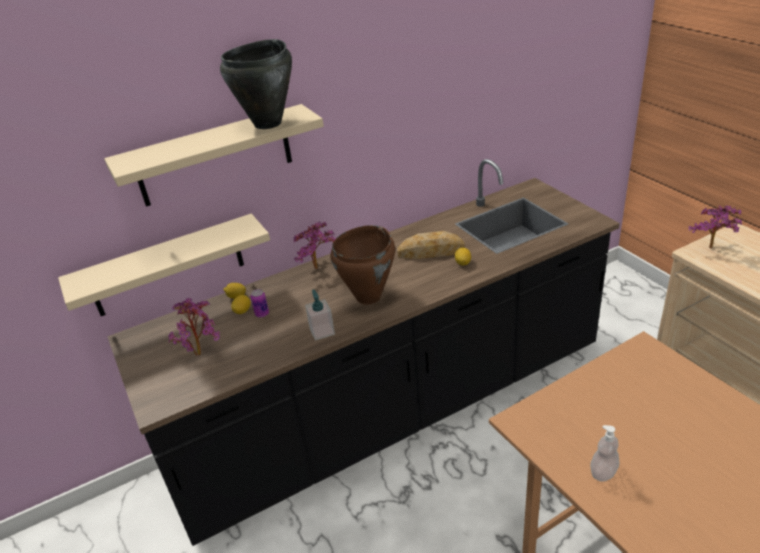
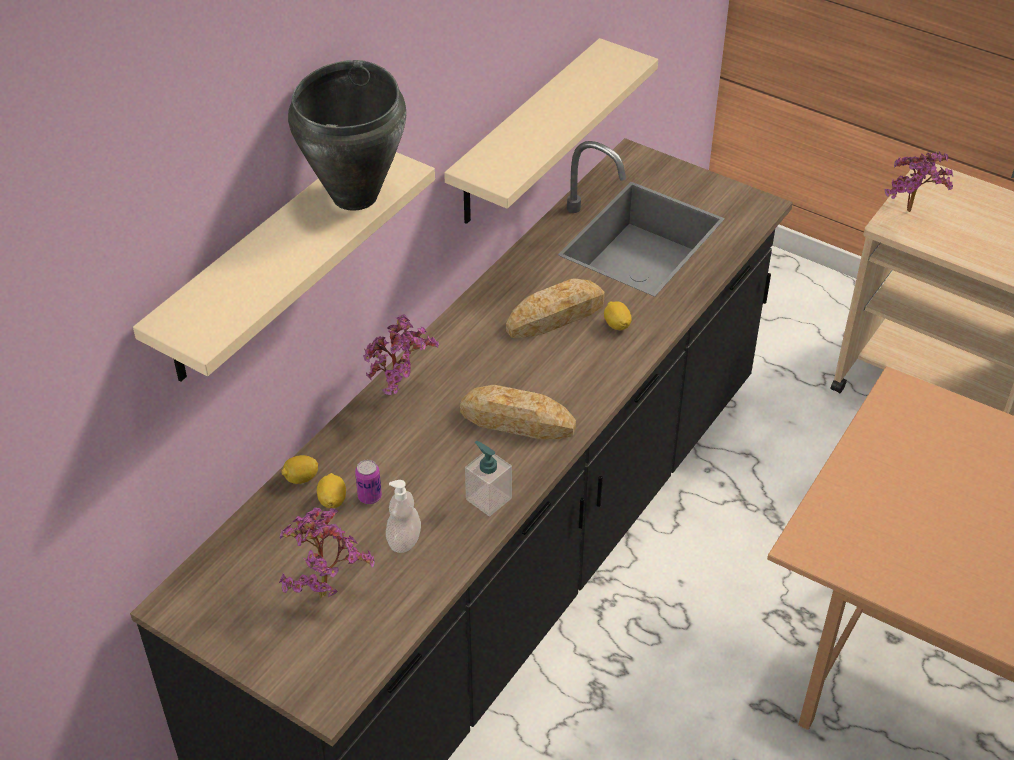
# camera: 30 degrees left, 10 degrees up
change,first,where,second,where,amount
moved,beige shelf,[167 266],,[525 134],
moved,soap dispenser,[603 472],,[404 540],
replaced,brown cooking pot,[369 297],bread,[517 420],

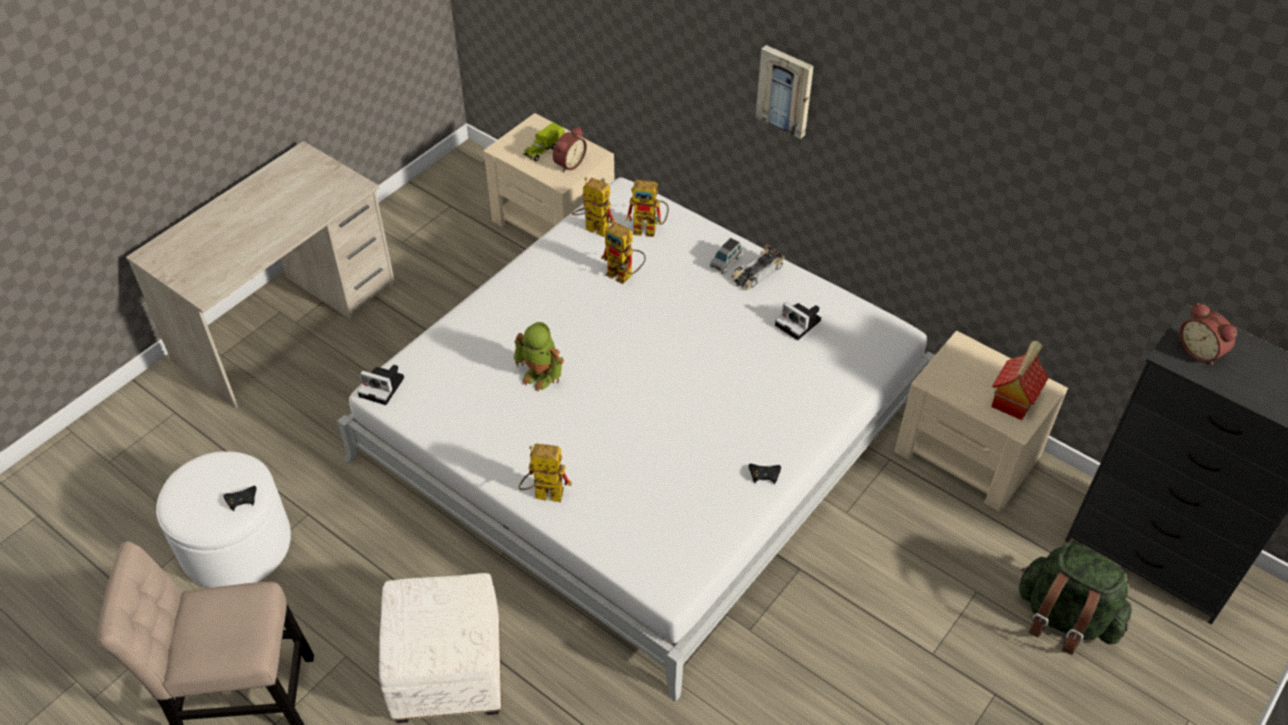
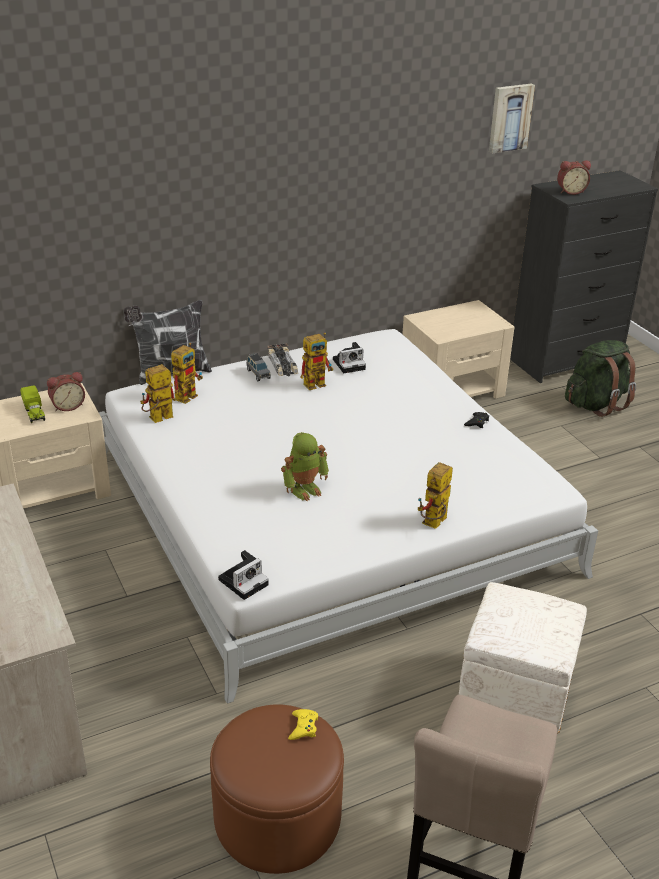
# camera: 65 degrees left, 15 degrees down
change,first,where,second,where,amount
removed,toy house,[1013 400],,,
added,,,pillow,[171 373],
moved,toy robot,[625 276],,[318 382],
moved,picture,[785 90],,[509 117],
recoloured,white ottoman,[236 544],brown ottoman,[277 818],
recoloured,black game controller,[241 500],yellow game controller,[303 727],
turned,alarm clock,[568 163],,[67 406],90 degrees clockwise

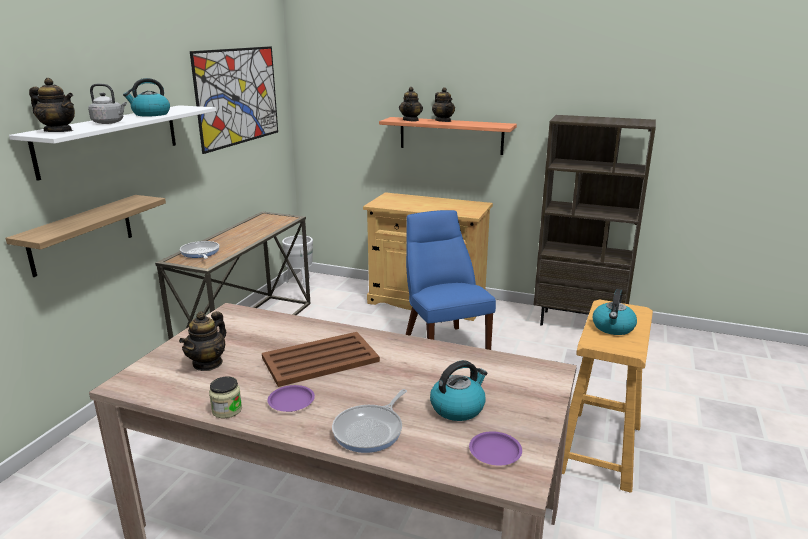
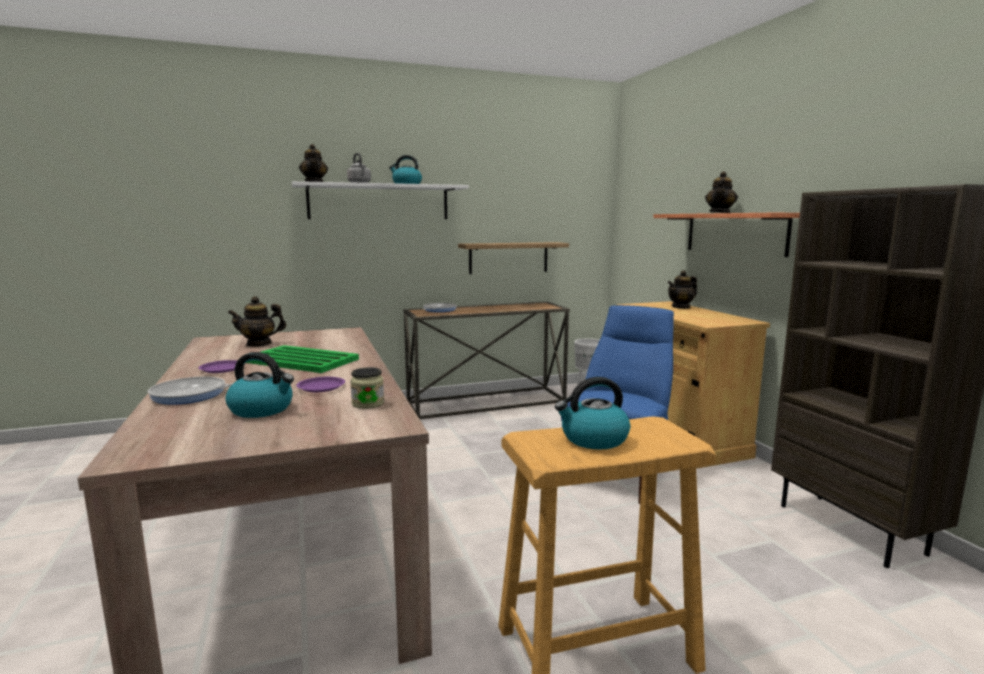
# camera: 50 degrees right, 10 degrees down
change,first,where,second,where,amount
removed,picture,[238 96],,,
moved,shelf,[81 234],,[508 257],
moved,jar,[227 410],,[368 403],
moved,teapot,[411 120],,[681 307],
moved,purple plate,[495 452],,[321 387],
recoloured,brown tray,[319 359],green tray,[300 360],

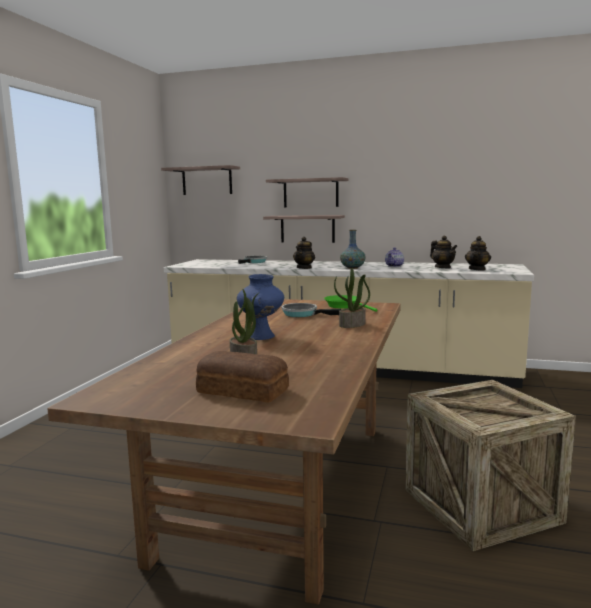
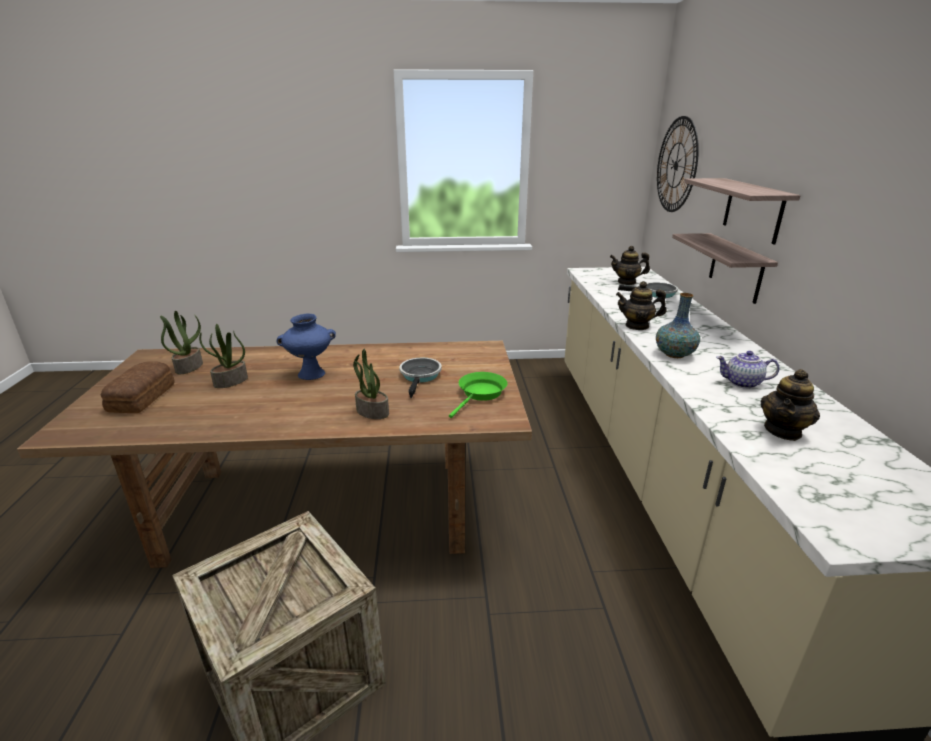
# camera: 70 degrees right, 15 degrees up
change,first,where,second,where,amount
added,,,potted plant,[189 367],
moved,teapot,[477 269],,[627 282],
replaced,shelf,[207 181],wall clock,[676 165],

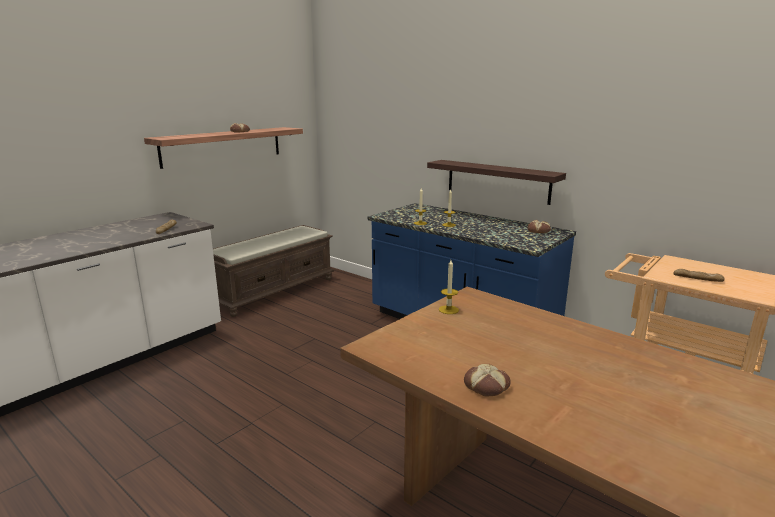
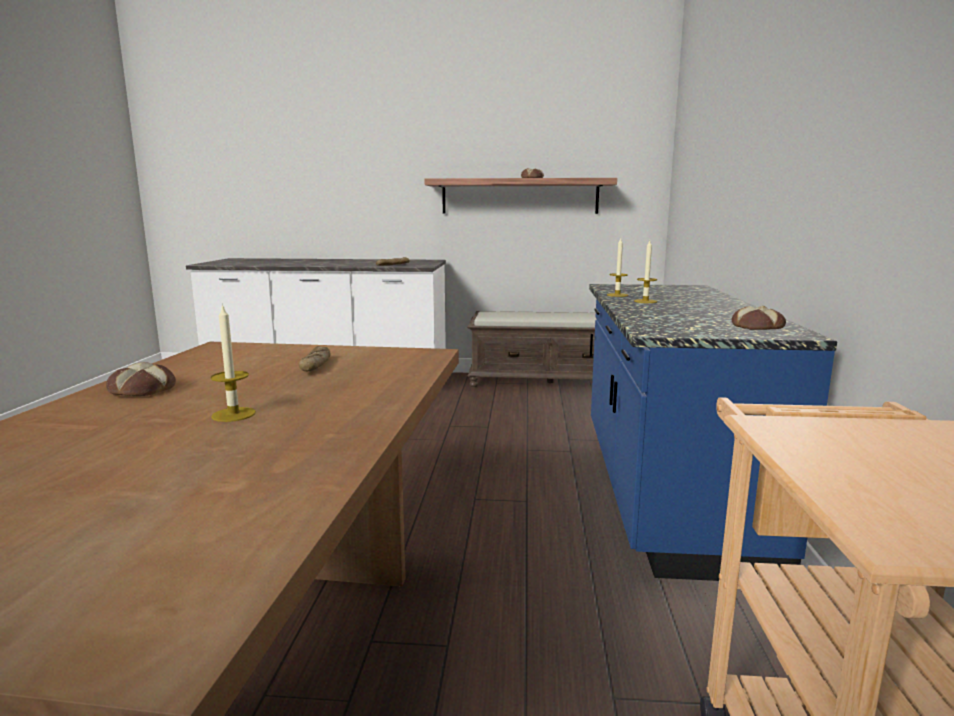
# camera: 55 degrees right, 5 degrees down
change,first,where,second,where,amount
removed,shelf,[497 181],,,
moved,candle,[448 310],,[233 414],
moved,bread,[697 279],,[315 365],

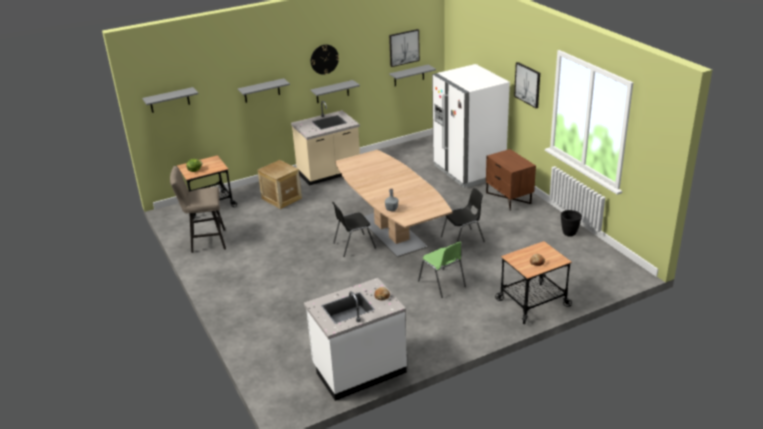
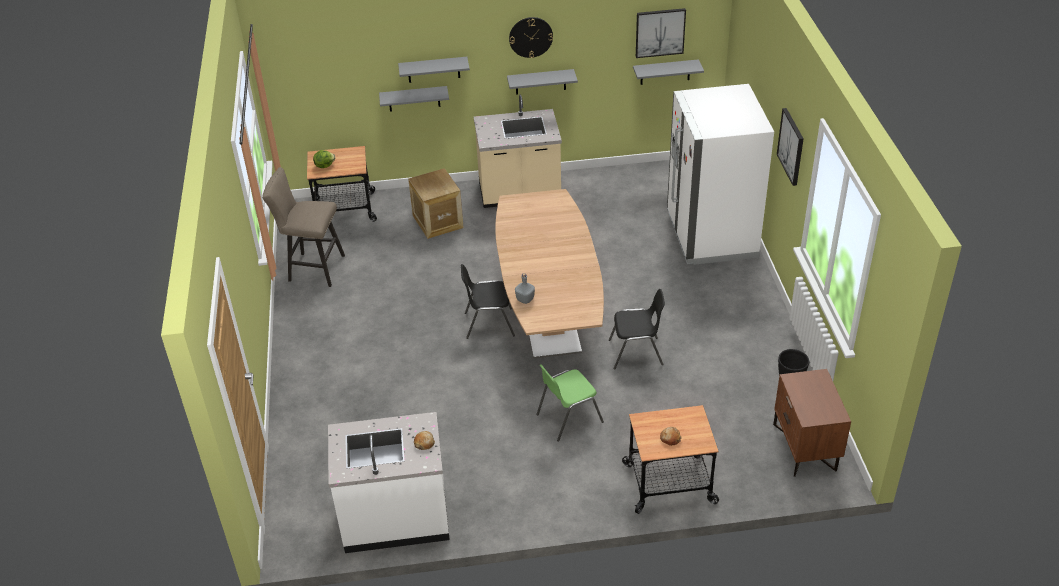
# camera: 20 degrees right, 10 degrees up
change,first,where,second,where,amount
moved,grey shelf,[169 100],,[414 98],
moved,brown nightstand,[509 198],,[805 447],
turned,green chair,[442 284],,[568 418],75 degrees clockwise

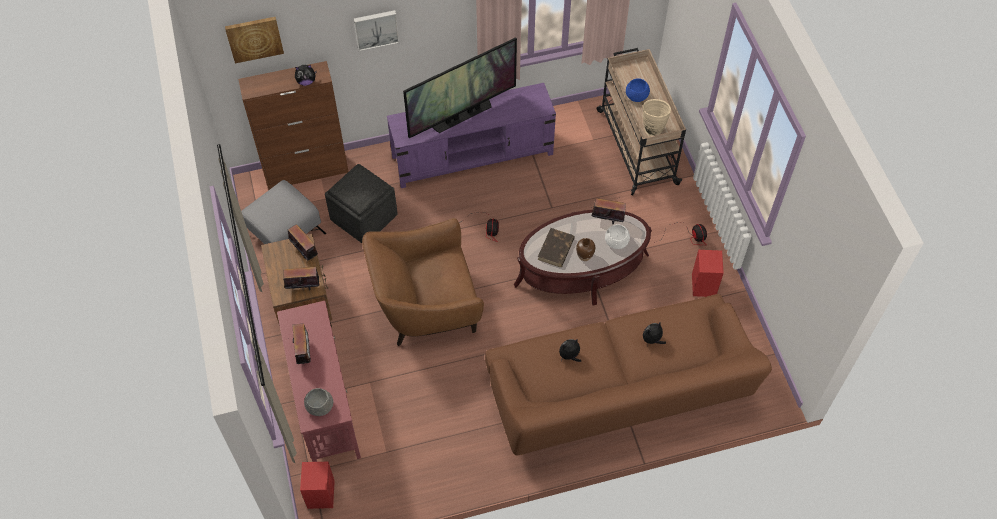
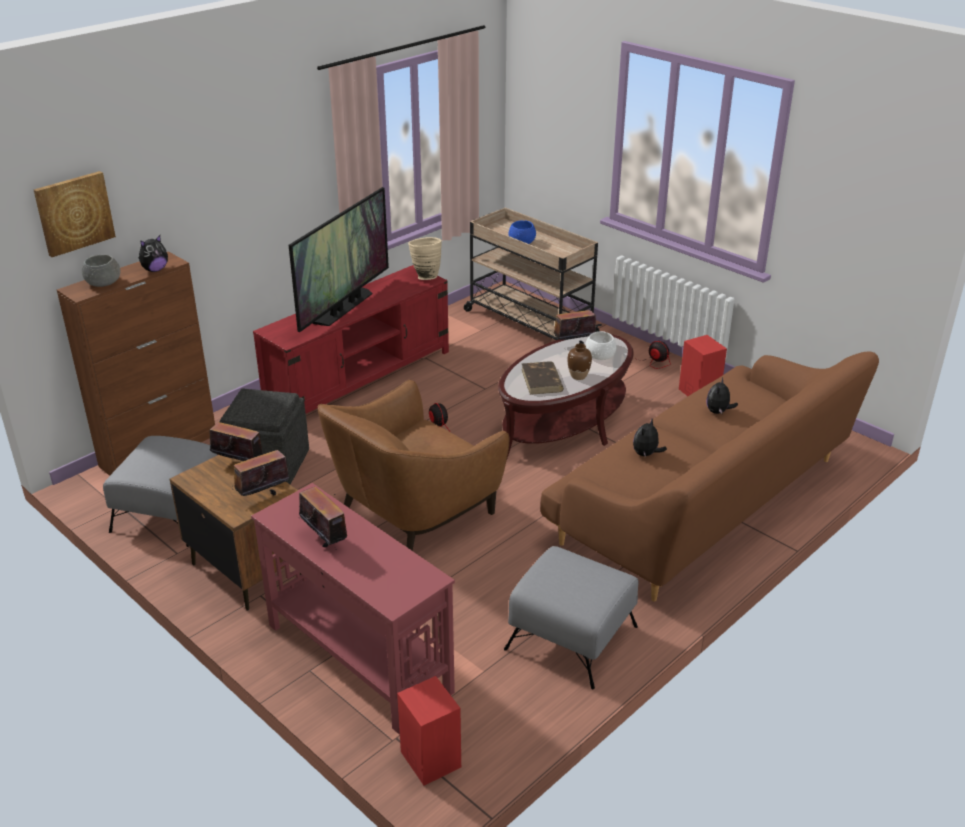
# camera: 30 degrees left, 25 degrees down
change,first,where,second,where,amount
removed,picture,[376 29],,,
added,,,grey ottoman,[571 637],
moved,grey bowl,[320 406],,[103 282],
moved,beige vase,[652 128],,[425 276],
recoloured,purple tv stand,[473 155],red tv stand,[360 378],

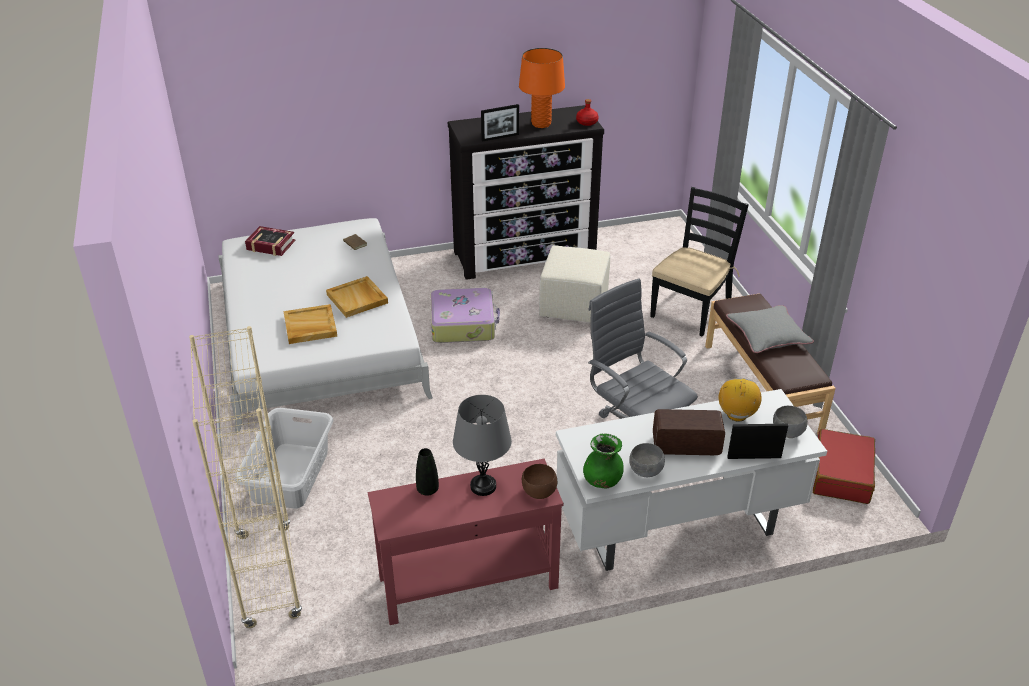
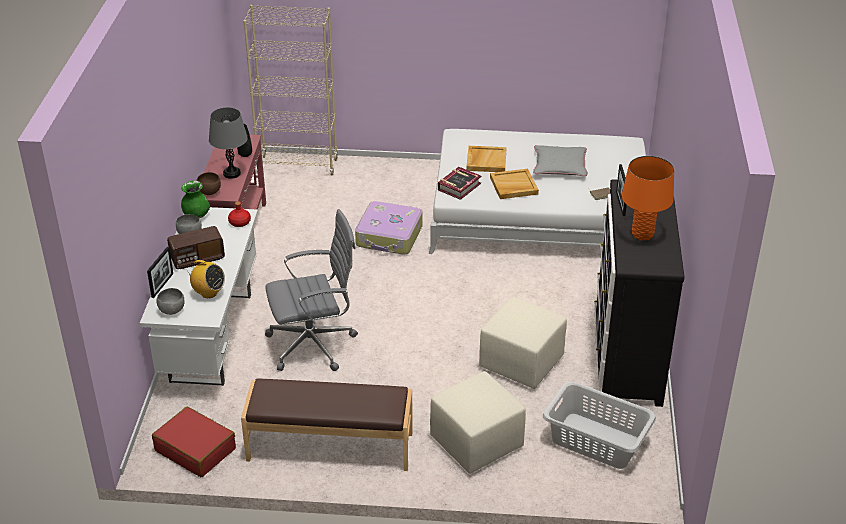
# camera: 110 degrees right, 0 degrees up
change,first,where,second,where,amount
moved,grey laundry basket,[291 475],,[596 441],
moved,book,[270 245],,[459 186],
moved,suitcase,[463 324],,[389 236],
moved,red bottle,[587 122],,[240 222],
moved,grey pillow,[767 335],,[560 166],
replaced,black chair,[691 310],beige ottoman,[476 444],
turned,radio,[686 446],,[197 259],45 degrees clockwise

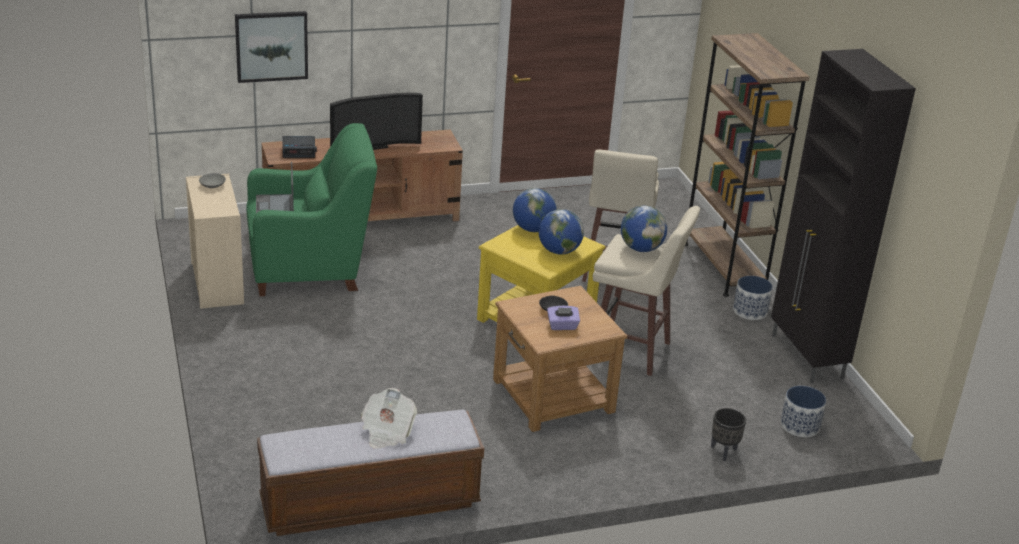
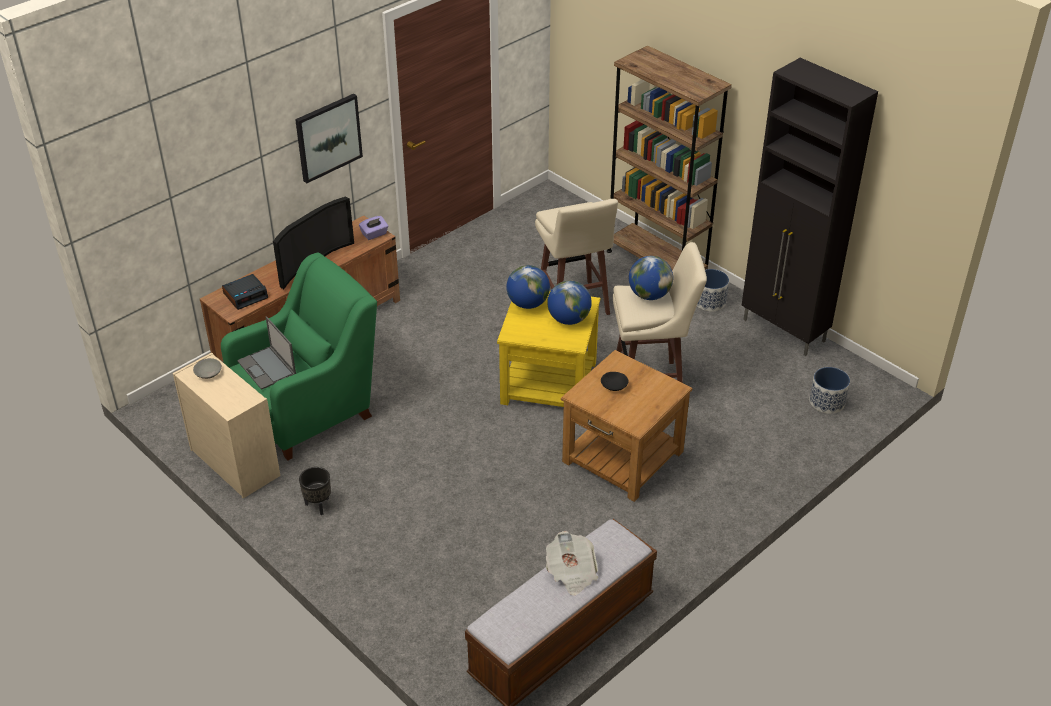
# camera: 25 degrees left, 10 degrees up
change,first,where,second,where,amount
moved,picture,[271 46],,[328 137],
moved,purple tissue box,[562 326],,[374 234],
moved,black planter,[723 452],,[318 506],

